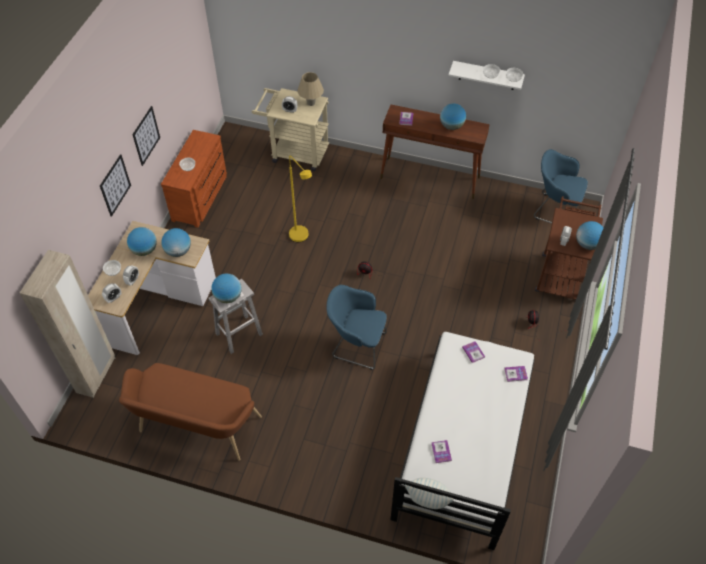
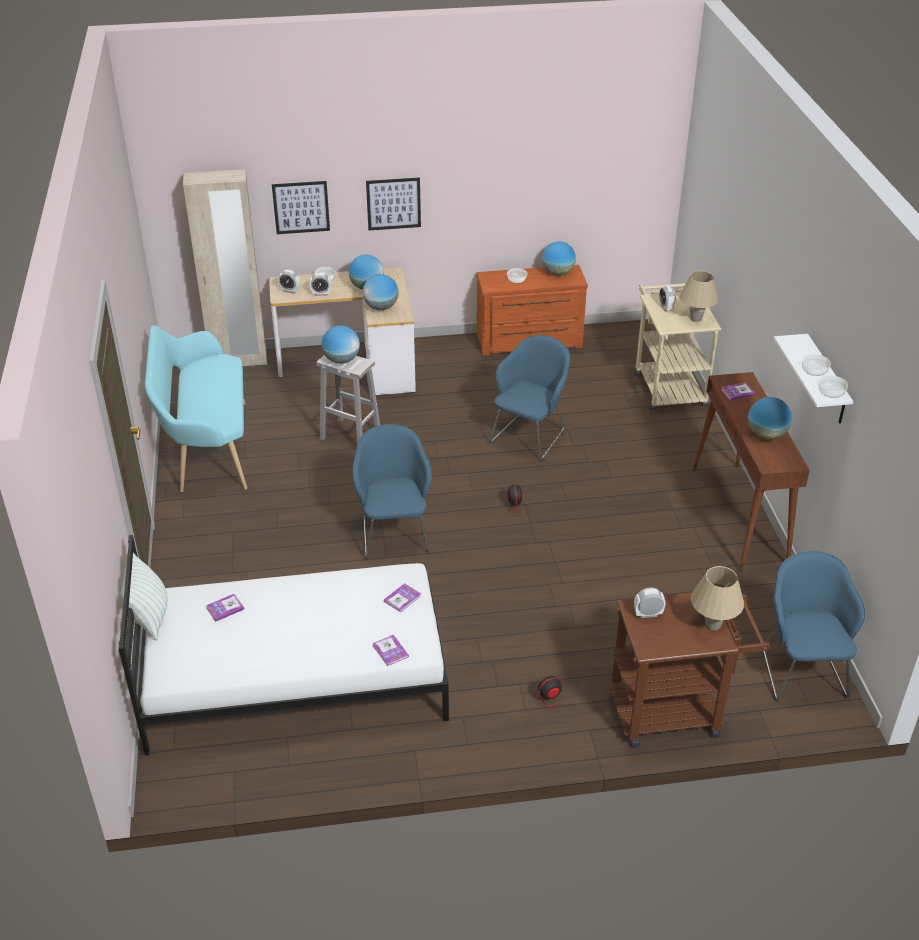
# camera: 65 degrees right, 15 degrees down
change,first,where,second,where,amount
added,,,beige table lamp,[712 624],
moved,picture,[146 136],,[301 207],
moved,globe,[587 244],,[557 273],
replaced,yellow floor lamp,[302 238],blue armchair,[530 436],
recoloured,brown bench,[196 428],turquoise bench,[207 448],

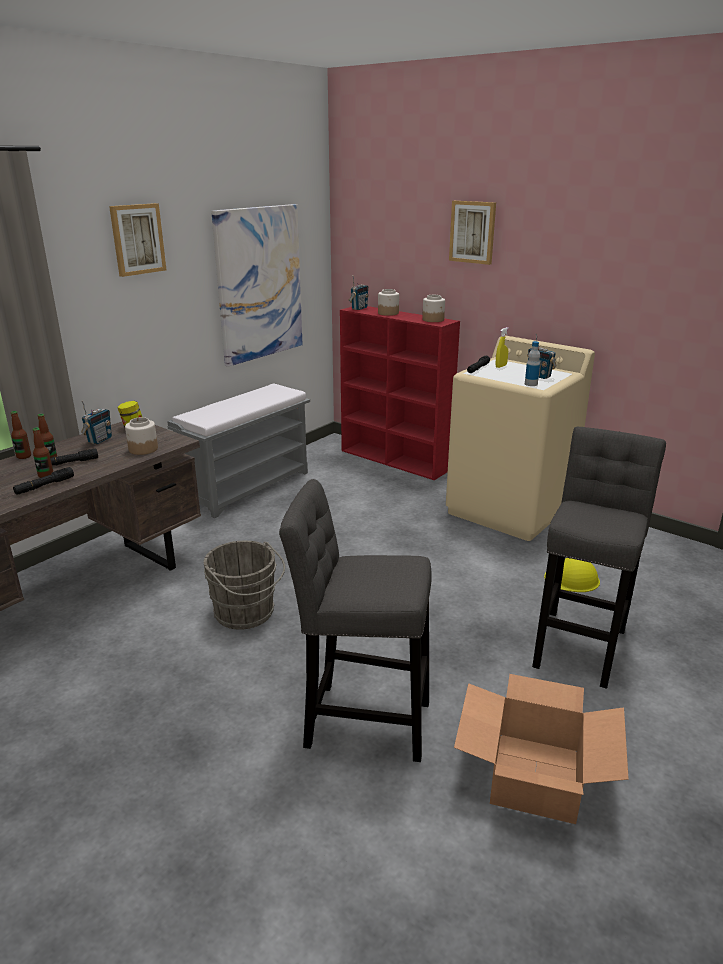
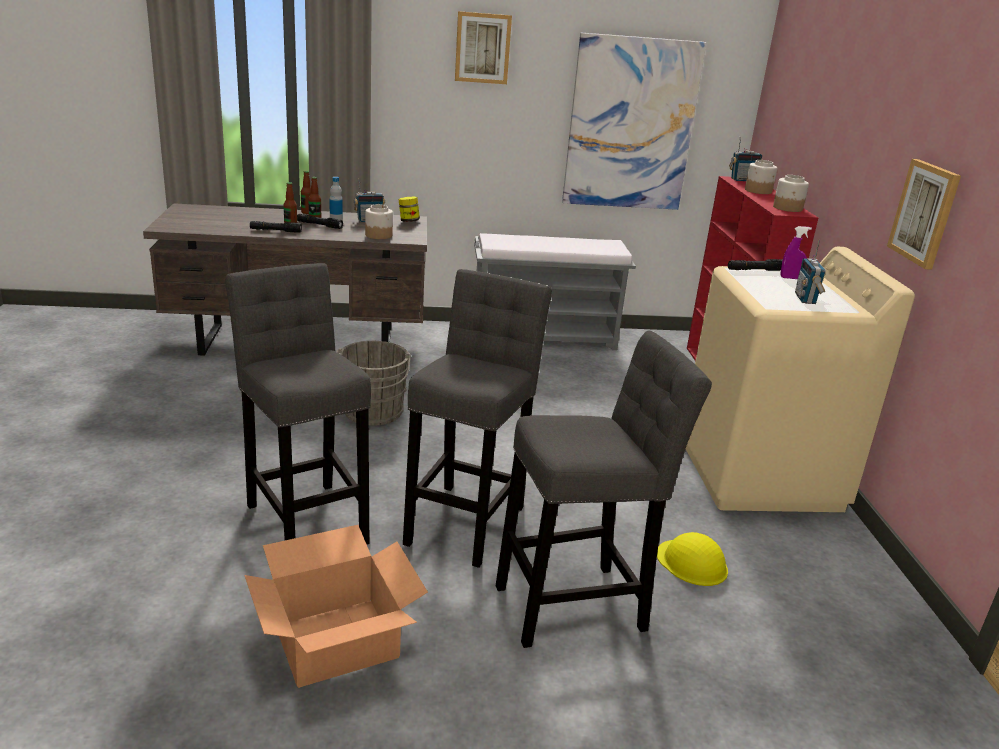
# camera: 45 degrees right, 0 degrees up
change,first,where,second,where,amount
added,,,grey stool,[467 520],
moved,picture,[472 232],,[925 213],
moved,bottle,[531 384],,[336 219],
recoloured,yellow spray bottle,[501 366],purple spray bottle,[790 278],

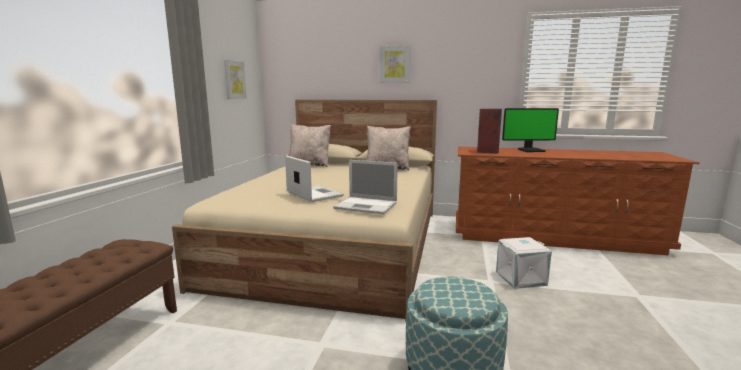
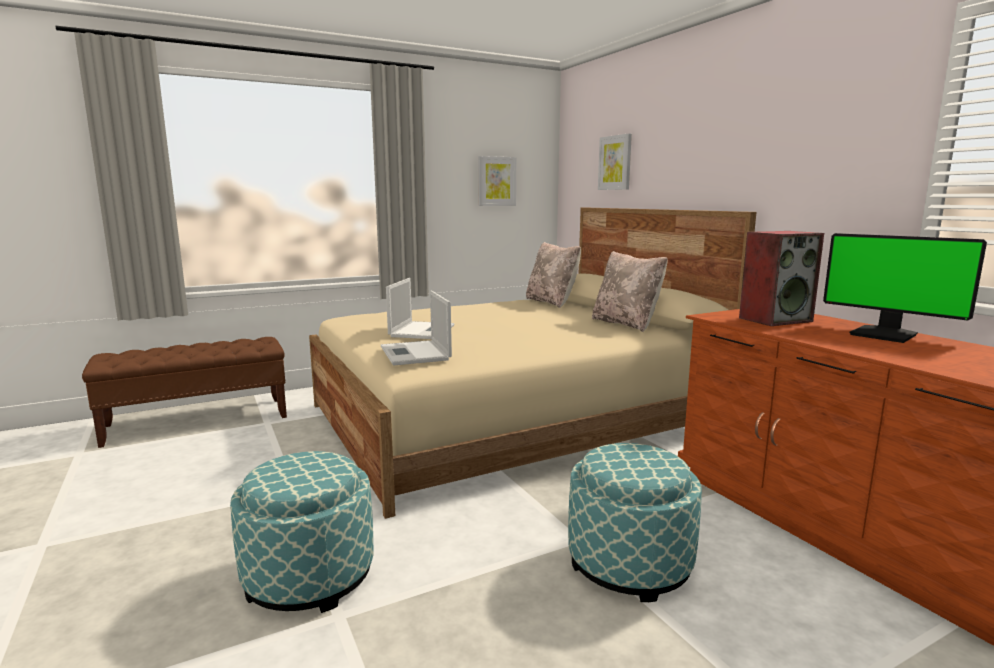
# camera: 50 degrees right, 0 degrees up
change,first,where,second,where,amount
moved,picture,[395 64],,[615 163],
replaced,white storage box,[521 279],ottoman,[629 563],

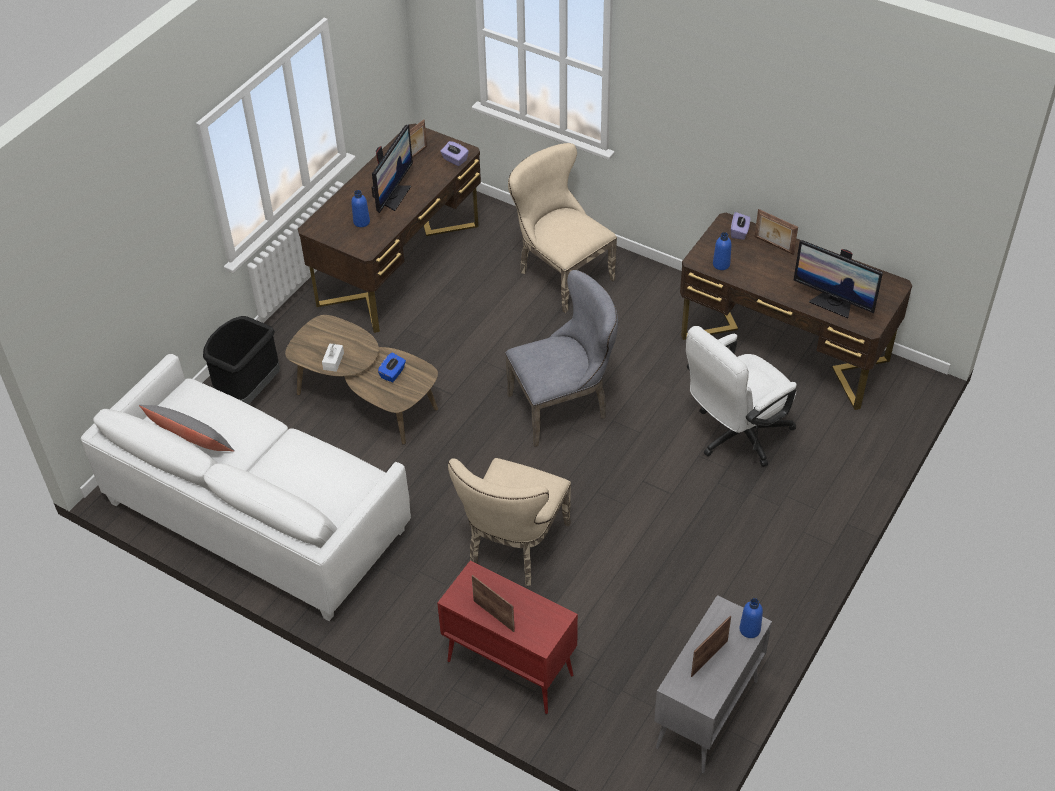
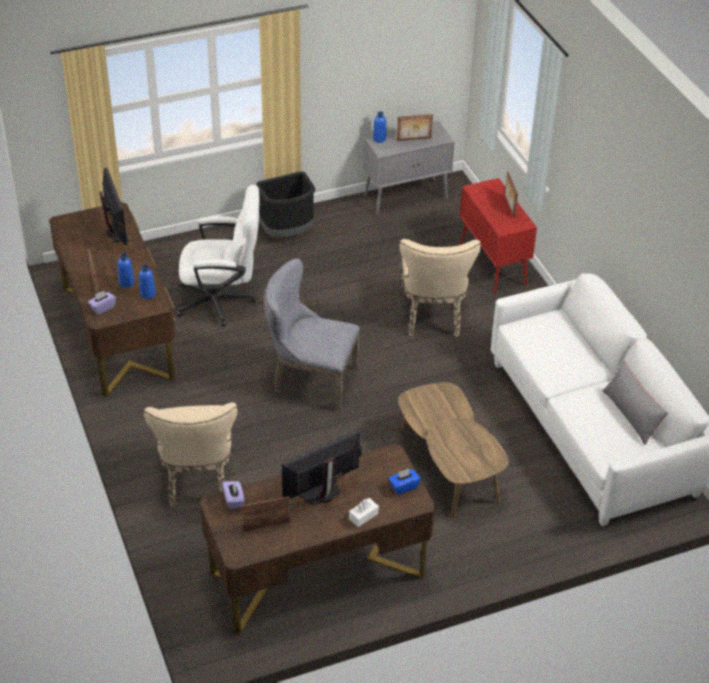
# camera: 145 degrees left, 5 degrees down
change,first,where,second,where,amount
moved,black trash can,[248 392],,[287 233],
moved,white tissue box,[333 361],,[363 516],
moved,blue bottle,[361 222],,[126 282],
moved,blue tissue box,[393 373],,[404 486],
turned,beige chair,[514 549],,[432 317],120 degrees clockwise

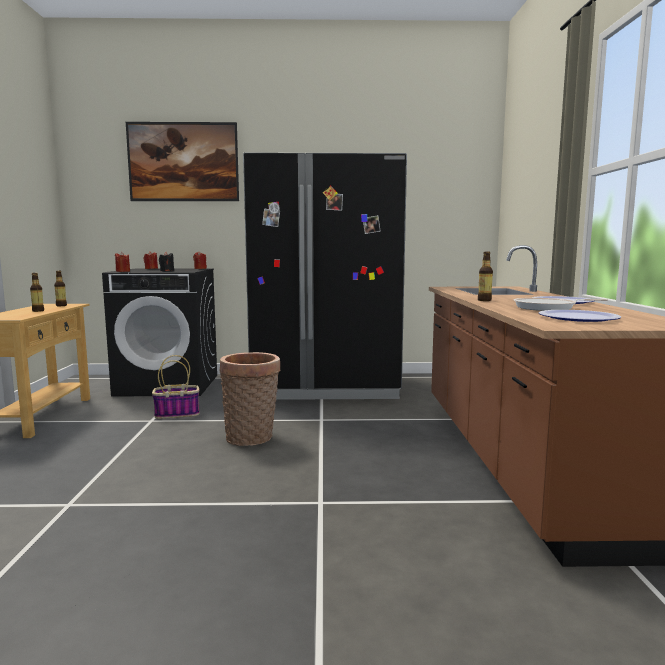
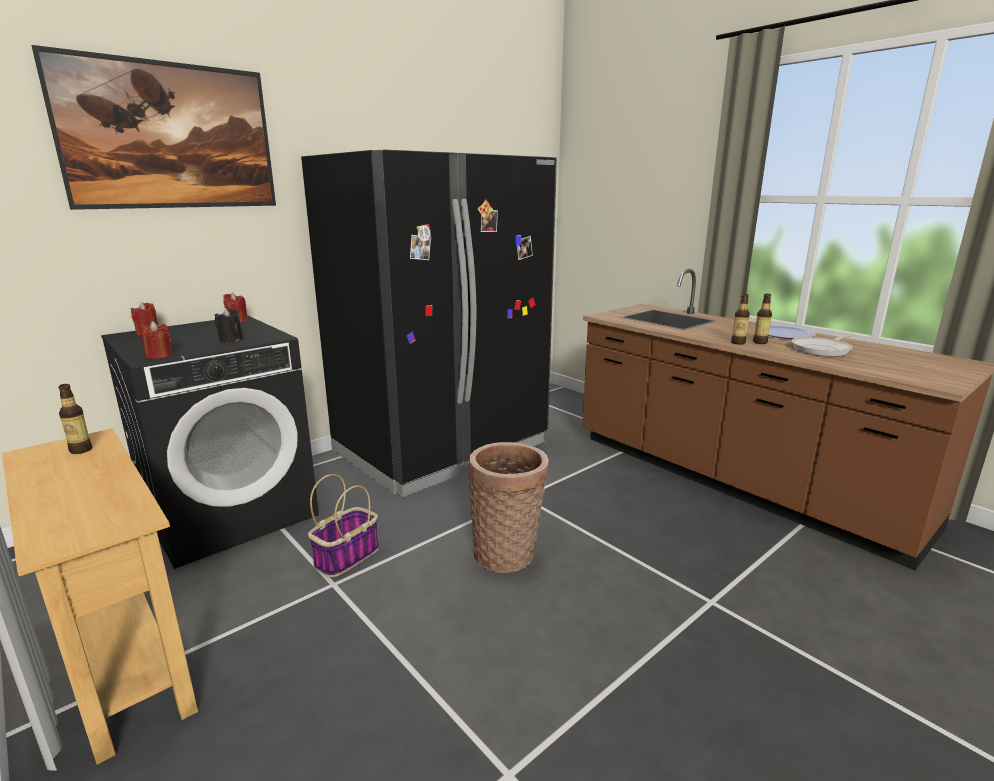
# camera: 40 degrees left, 10 degrees up
change,first,where,second,where,amount
removed,plate,[578 318],,,
moved,bottle,[38 311],,[760 342],

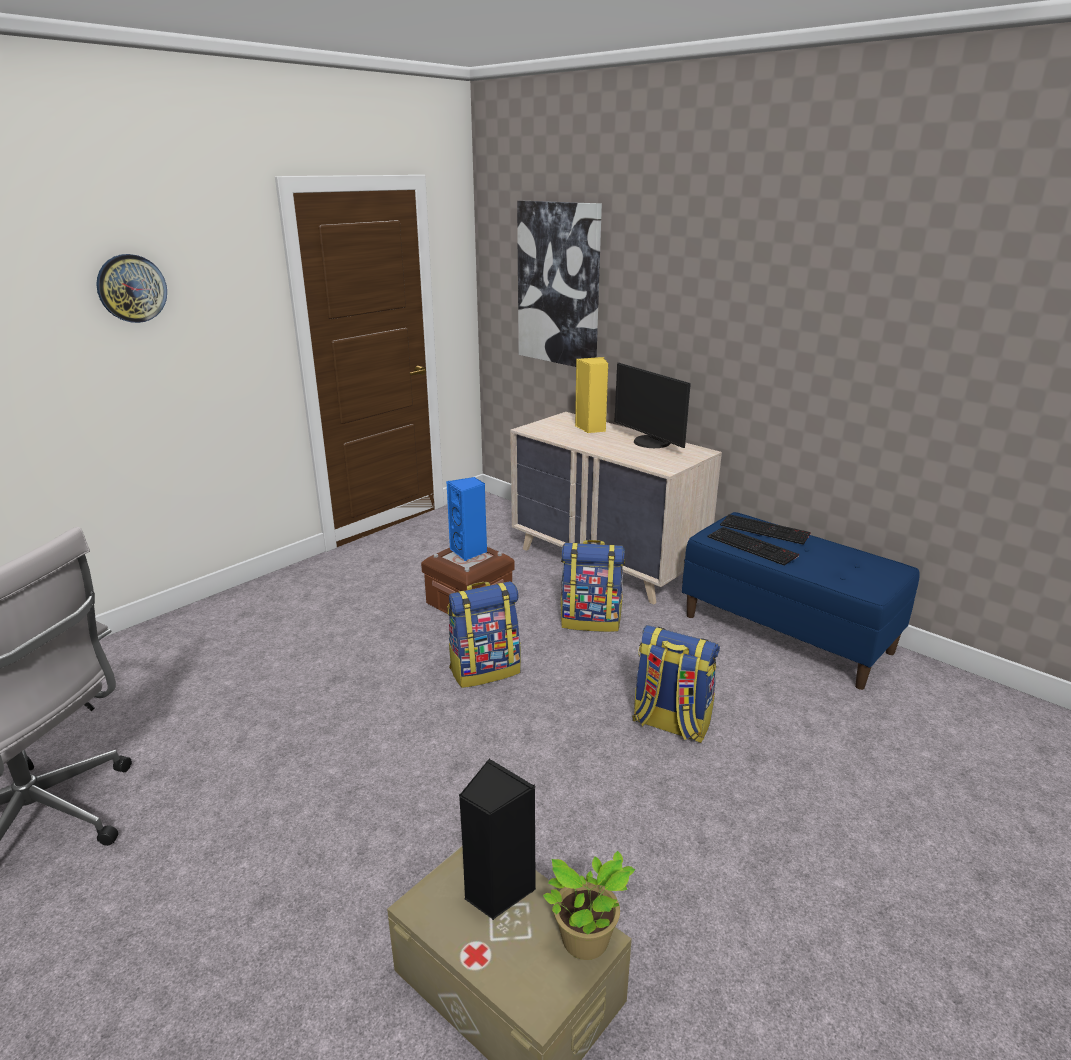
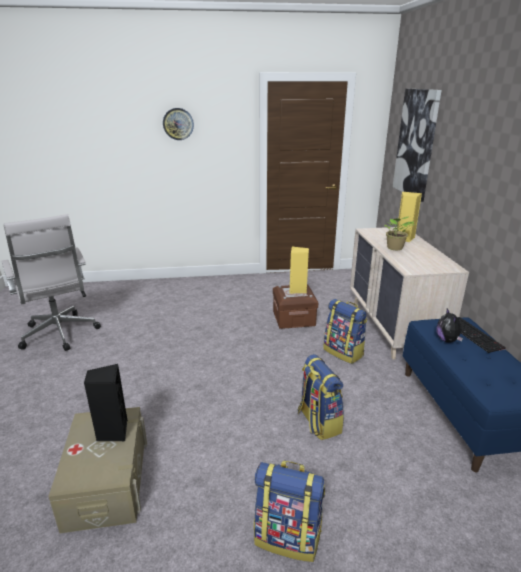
# camera: 40 degrees right, 0 degrees up
change,first,where,second,where,amount
removed,monitor,[650 443],,,
moved,backpack,[485 670],,[288 537],
moved,potted plant,[587 943],,[394 248],
replaced,keyboard,[753 546],plush toy,[447 340],
recoloured,blue speaker,[469 552],yellow speaker,[298 290],

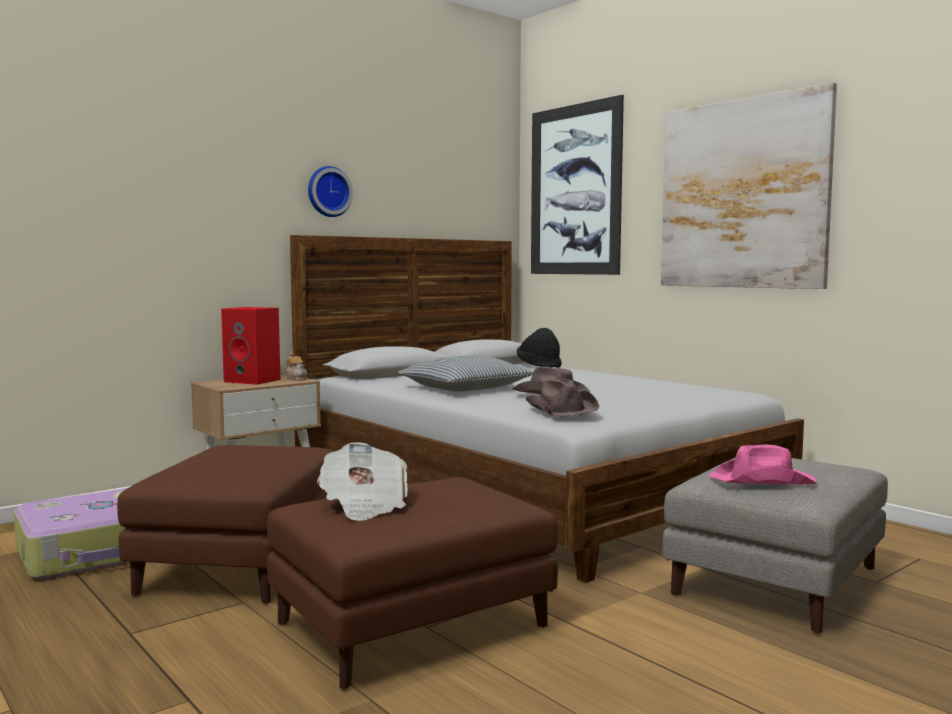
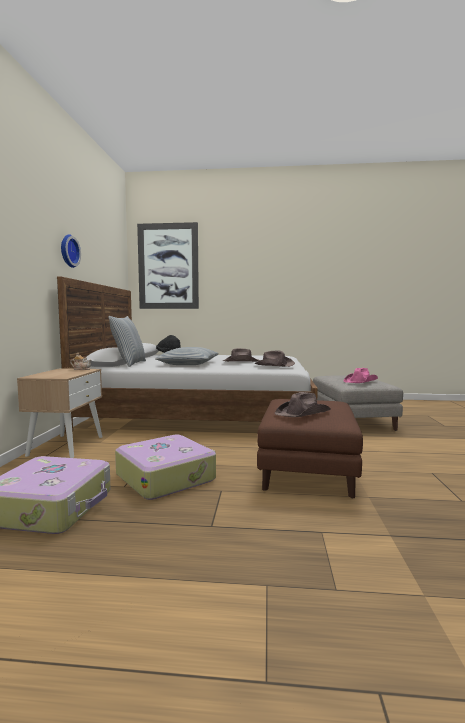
# camera: 45 degrees left, 0 degrees up
change,first,where,second,where,amount
removed,red speaker,[254 381],,,
removed,picture,[742 194],,,
added,,,pillow,[129 364],
replaced,brown ottoman,[241 562],suitcase,[166 477],
replaced,newspaper,[364 506],brown hat,[303 413],

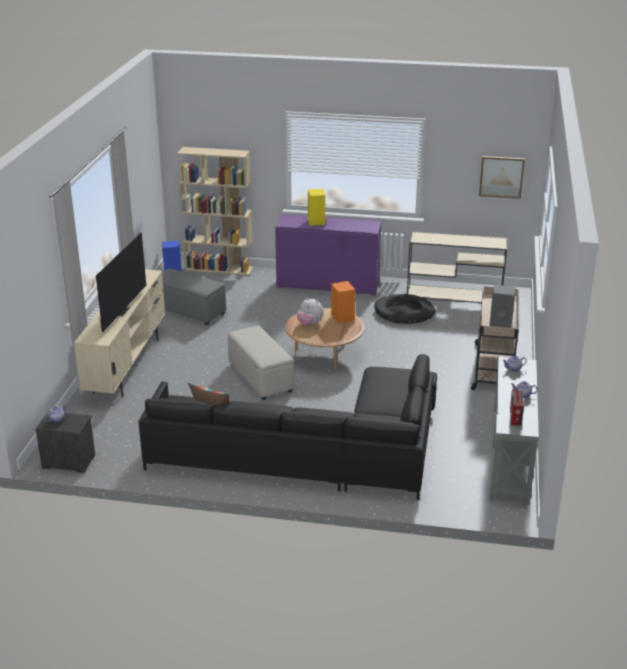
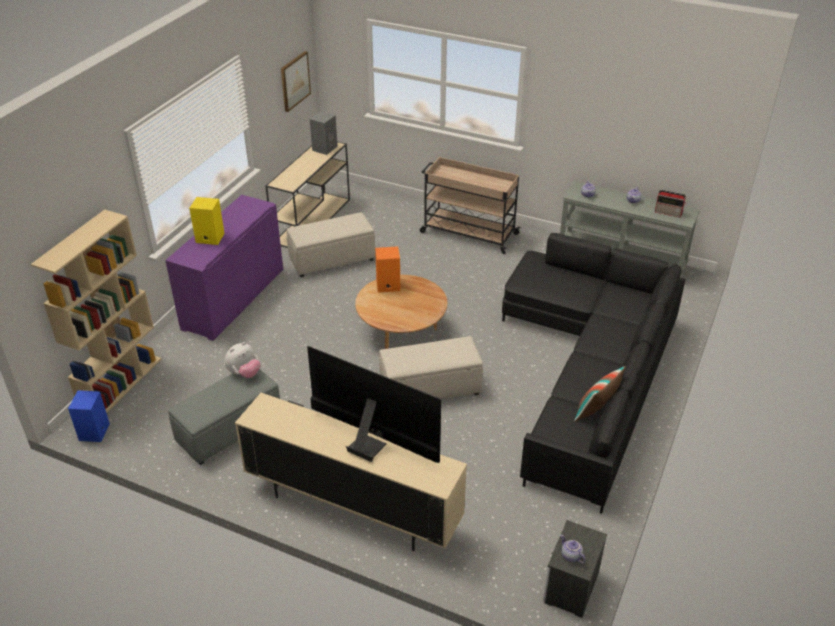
# camera: 75 degrees left, 10 degrees up
change,first,where,second,where,amount
moved,plush toy,[309 324],,[244 373],
moved,grey speaker,[501 323],,[324 148],
replaced,black dog bed,[404 312],beige ottoman,[333 259],

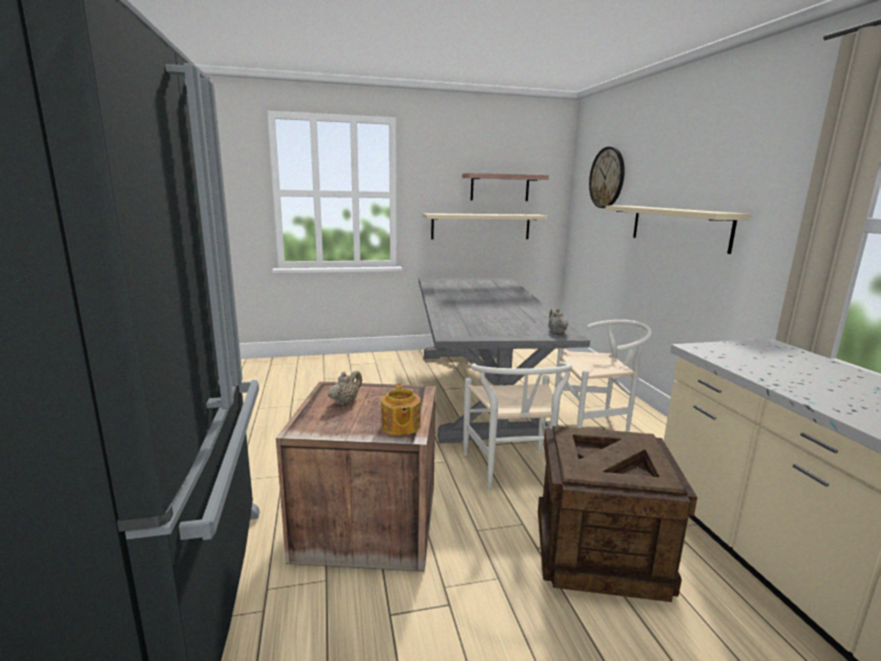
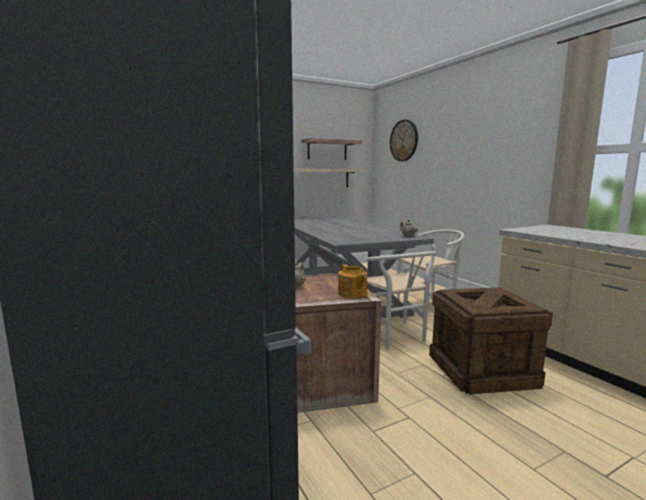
# camera: 15 degrees left, 5 degrees down
change,first,where,second,where,amount
removed,beige shelf,[678 227],,,

